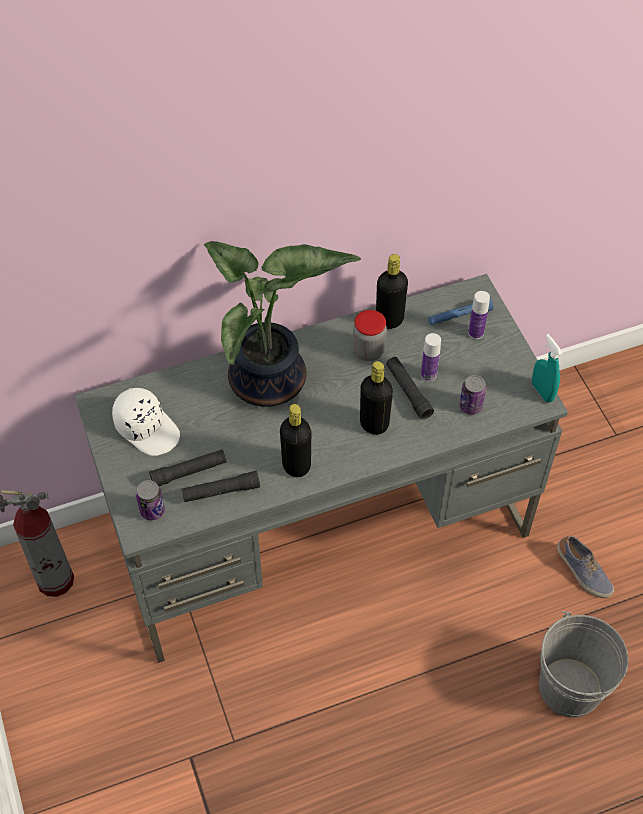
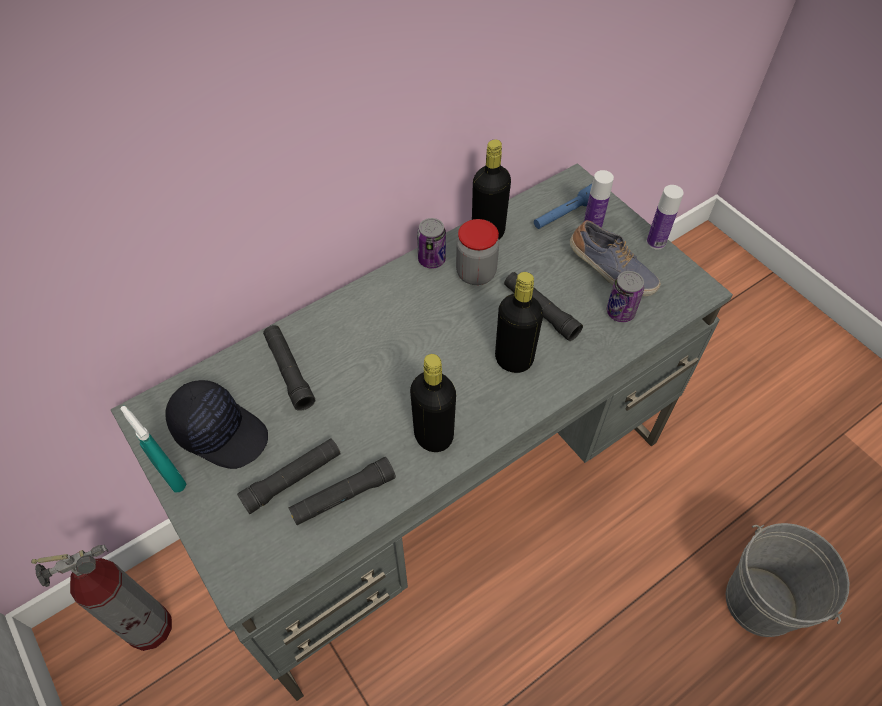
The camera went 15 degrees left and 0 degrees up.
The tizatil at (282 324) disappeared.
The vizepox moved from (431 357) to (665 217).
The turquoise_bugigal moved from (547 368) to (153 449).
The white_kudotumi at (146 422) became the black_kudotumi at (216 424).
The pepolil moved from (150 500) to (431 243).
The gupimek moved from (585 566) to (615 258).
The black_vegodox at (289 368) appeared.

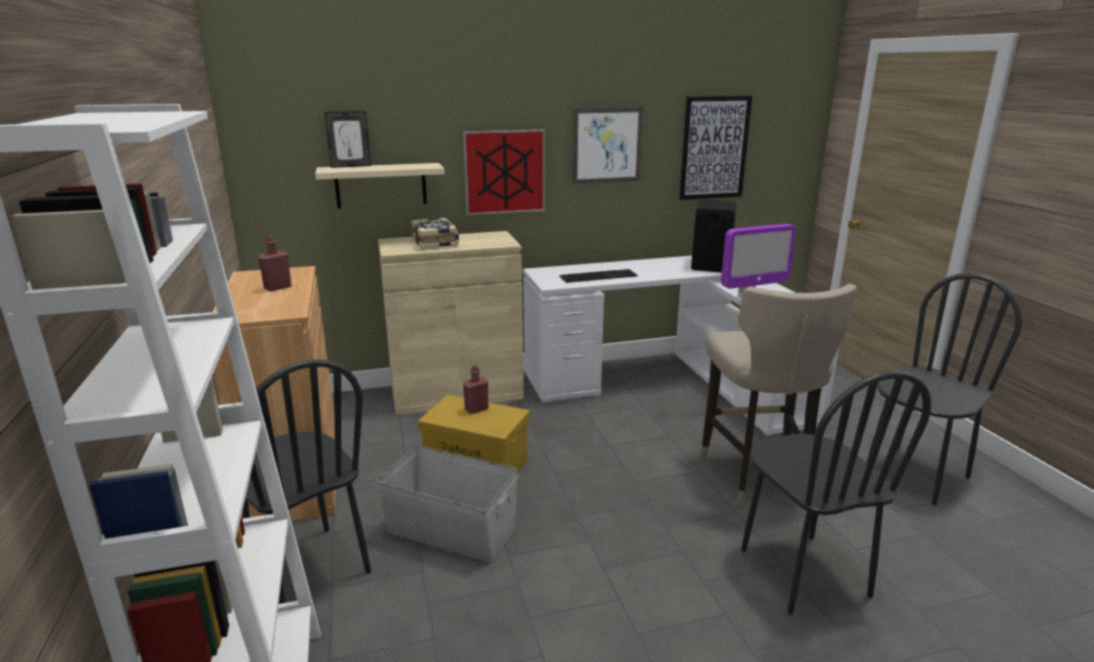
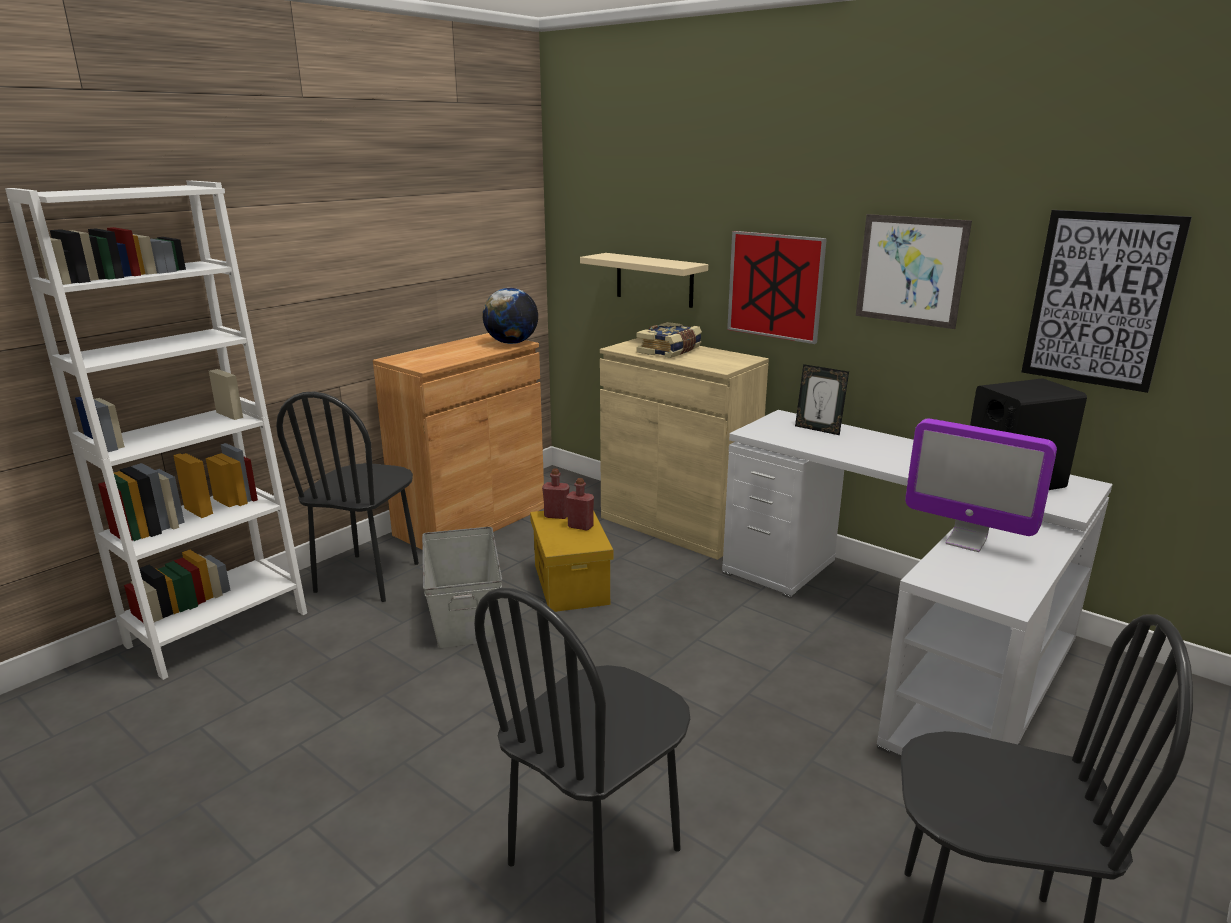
The camera went 55 degrees right and 0 degrees up.
The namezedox moved from (347 139) to (822 399).
The red_vizepox moved from (275 263) to (555 493).
The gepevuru at (598 276) disappeared.
The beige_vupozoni at (778 395) disappeared.
The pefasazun at (510 316) appeared.

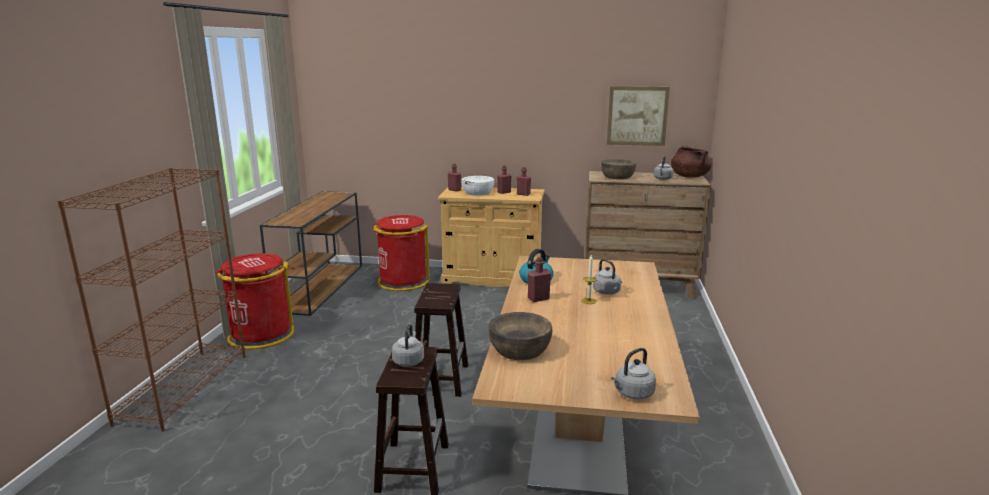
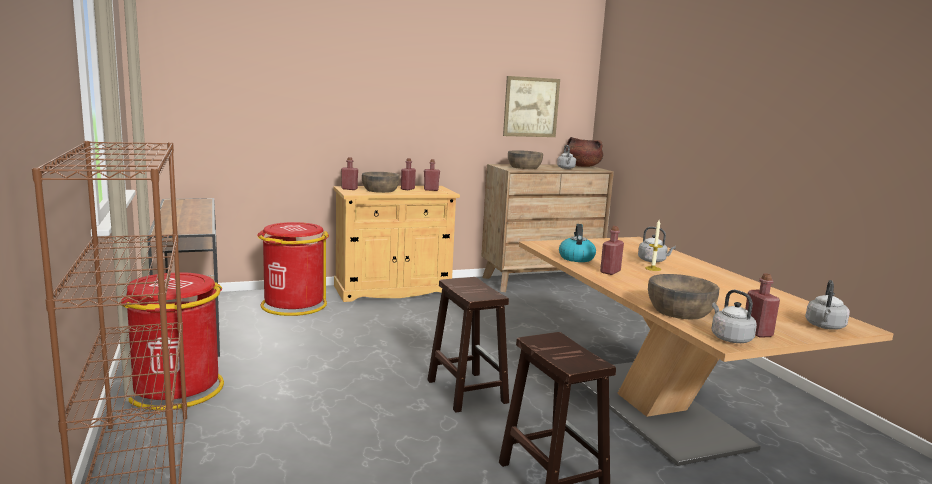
The camera went 30 degrees left and 5 degrees down.
The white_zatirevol at (477 186) became the brown_zatirevol at (381 182).
The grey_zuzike moved from (408 345) to (734 316).
The red_vizepox at (762 305) appeared.

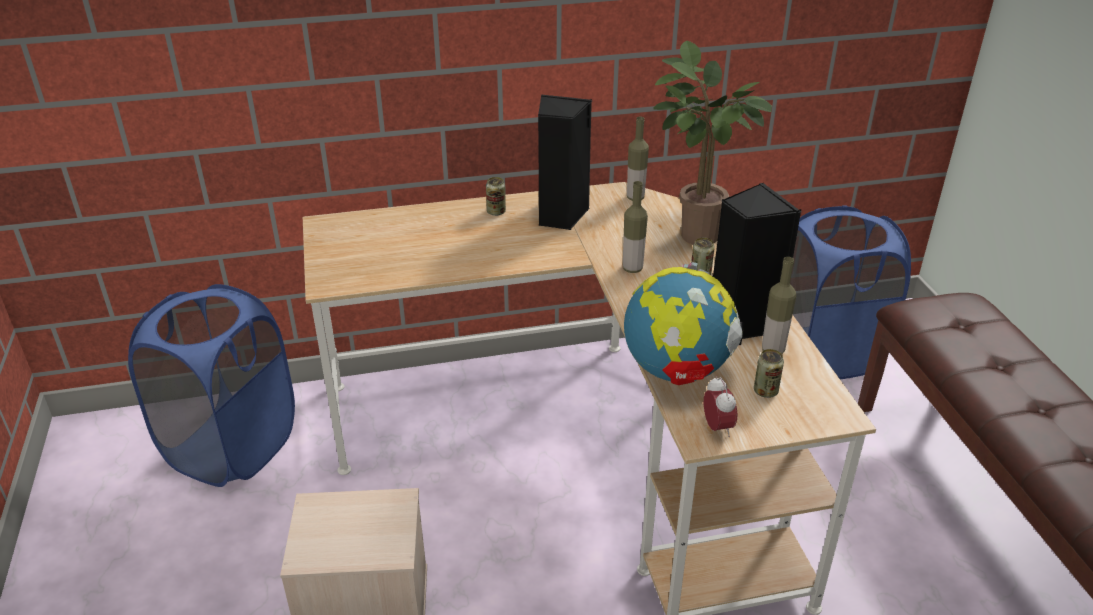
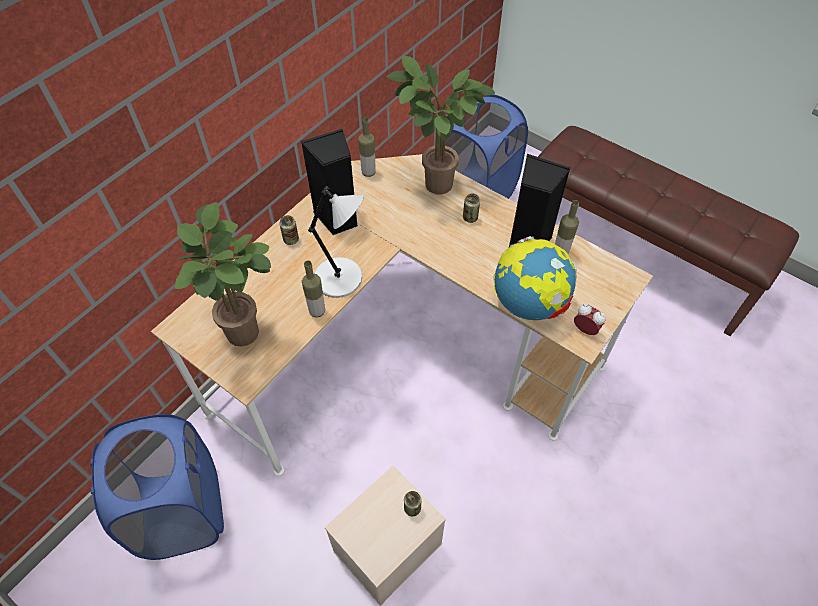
The camera went 40 degrees left and 20 degrees up.
The vizepox moved from (635 227) to (313 289).
The pepolil moved from (769 373) to (412 503).
The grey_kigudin at (336 242) appeared.
The tizatil at (223 274) appeared.

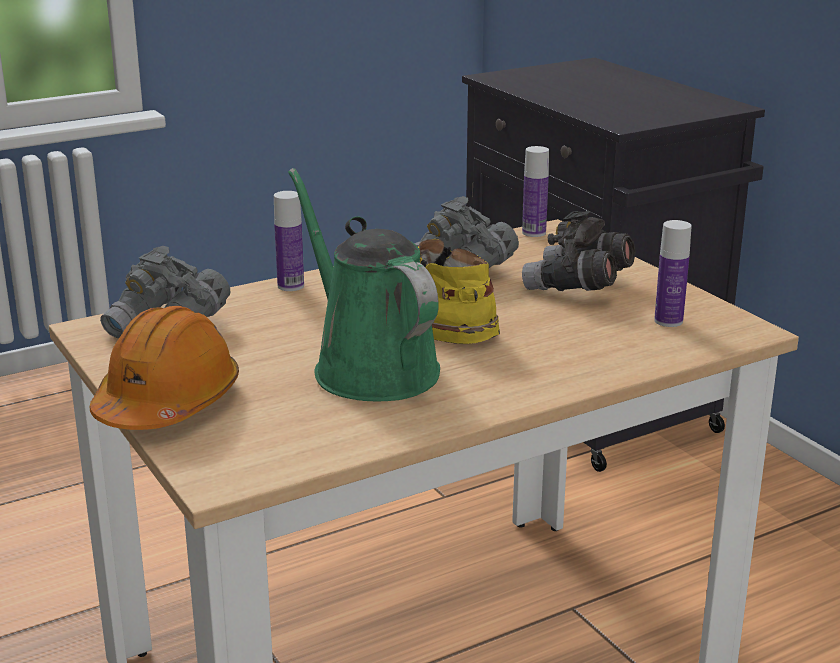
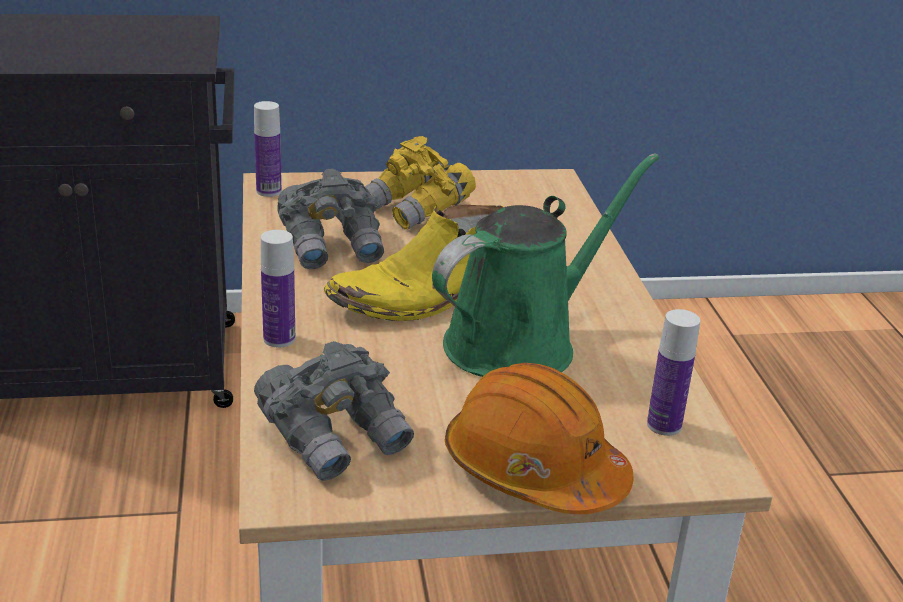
The camera went 70 degrees left and 5 degrees up.
The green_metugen at (364 284) turned 150 degrees clockwise.
The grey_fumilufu at (579 251) became the yellow_fumilufu at (420 183).
The vizepox moved from (673 273) to (673 372).

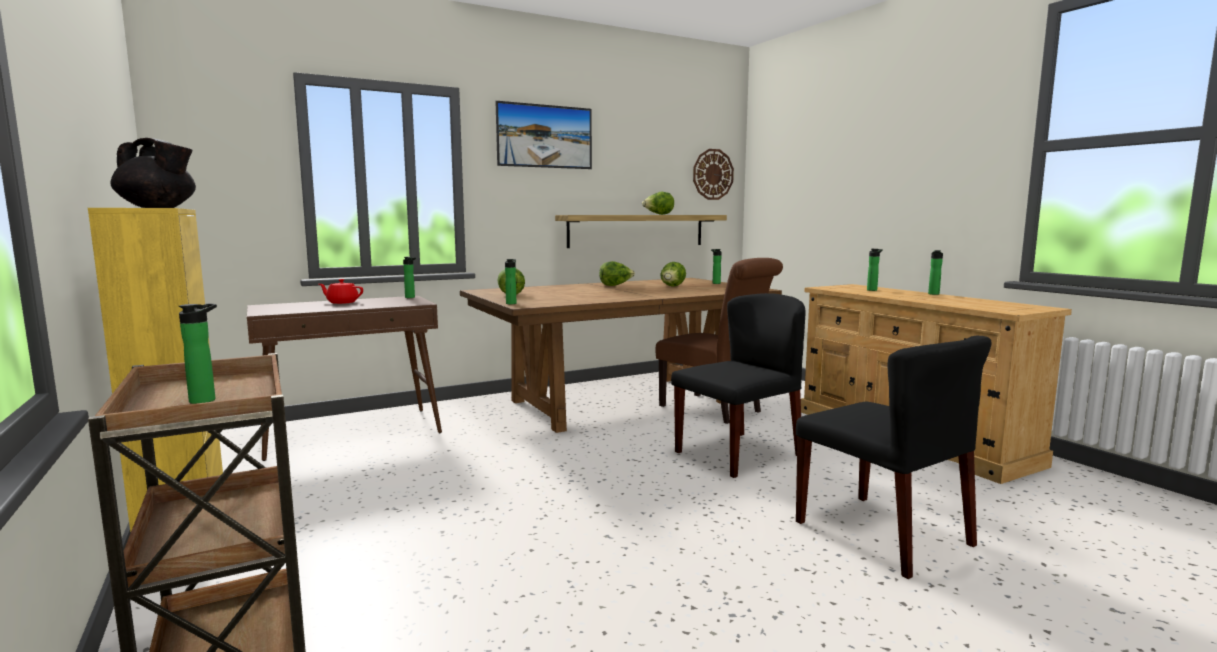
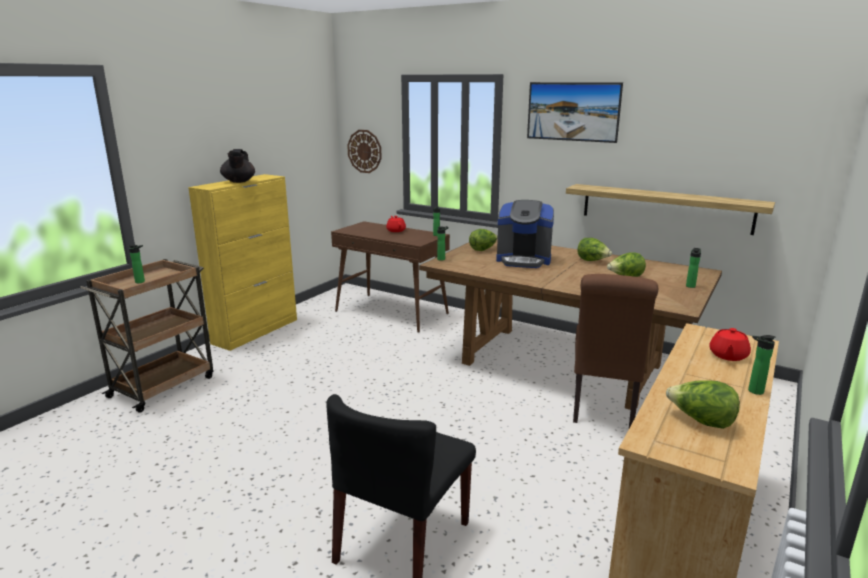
The camera went 60 degrees right and 10 degrees up.
The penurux moved from (713 174) to (364 151).
The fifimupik moved from (658 203) to (703 404).
The vizepox at (875 270) was replaced by the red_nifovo at (730 344).
The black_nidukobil at (738 385) disappeared.
The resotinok at (525 234) appeared.

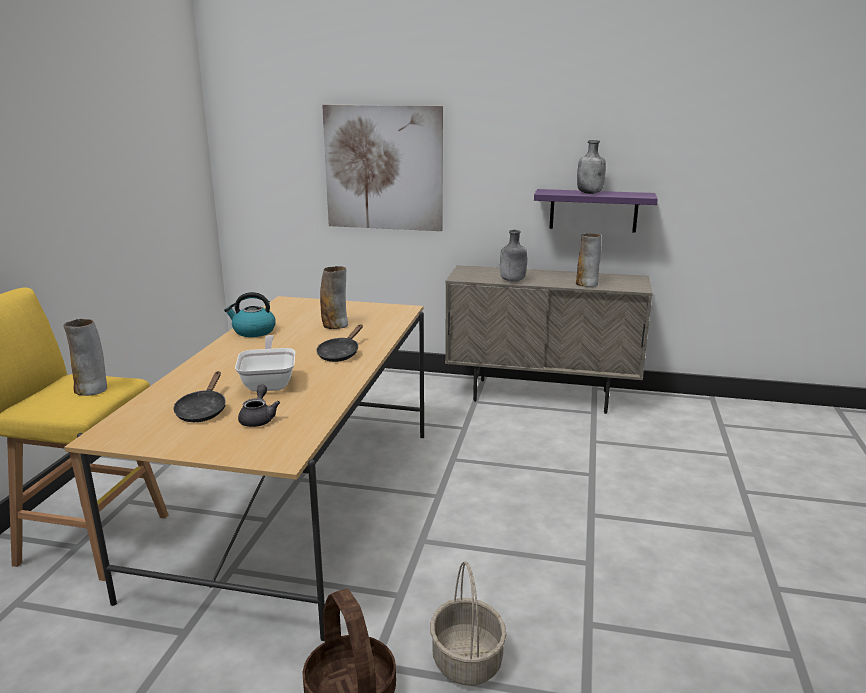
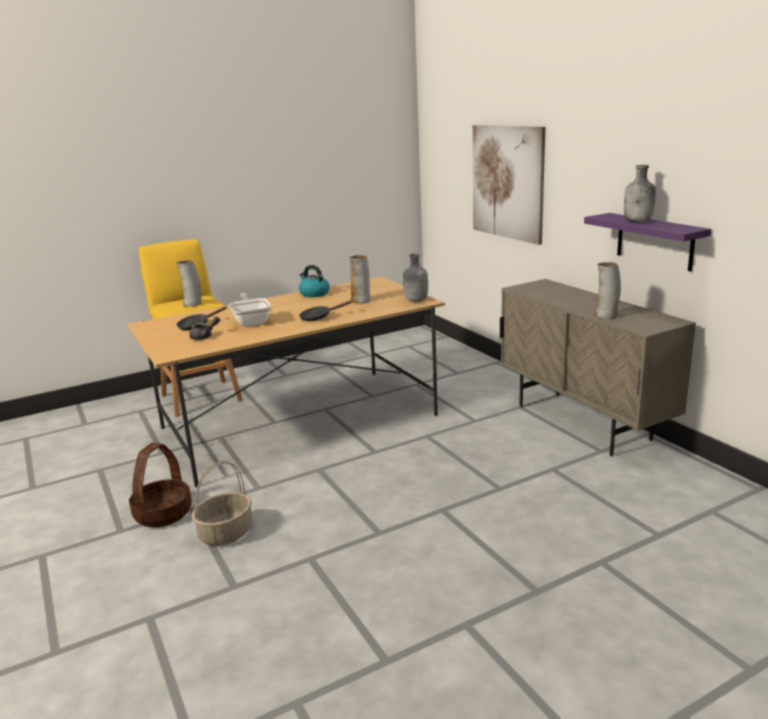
The camera went 50 degrees right and 0 degrees up.
The grey_vizepox moved from (513 256) to (415 278).
The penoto at (265 363) turned 60 degrees counterclockwise.

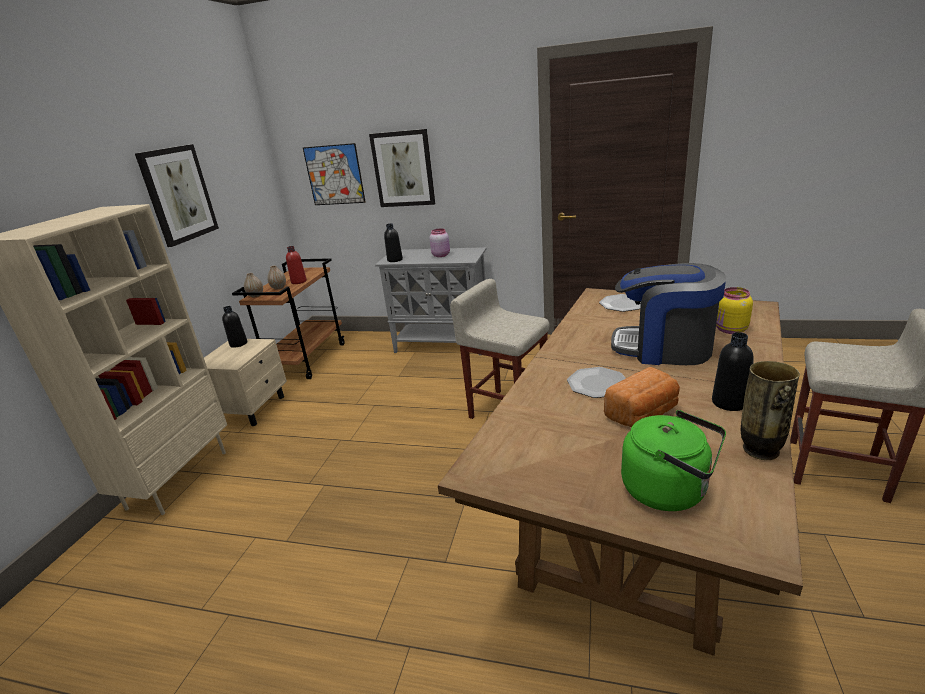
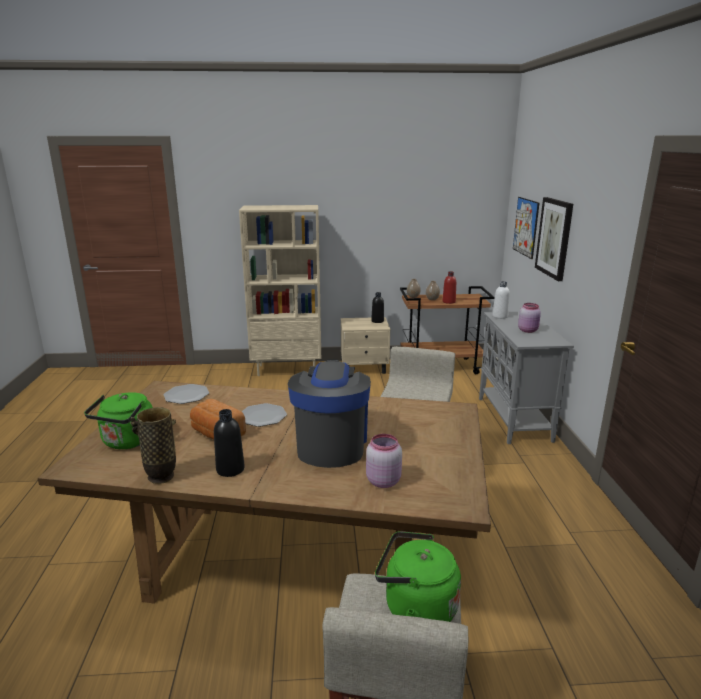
The camera went 70 degrees right and 5 degrees down.
The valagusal at (177 195) disappeared.
The black_vizepox at (393 242) became the white_vizepox at (501 300).
The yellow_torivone at (734 310) became the pink_torivone at (384 461).
The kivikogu moved from (620 303) to (186 394).
The green_zuzike at (418 576) appeared.

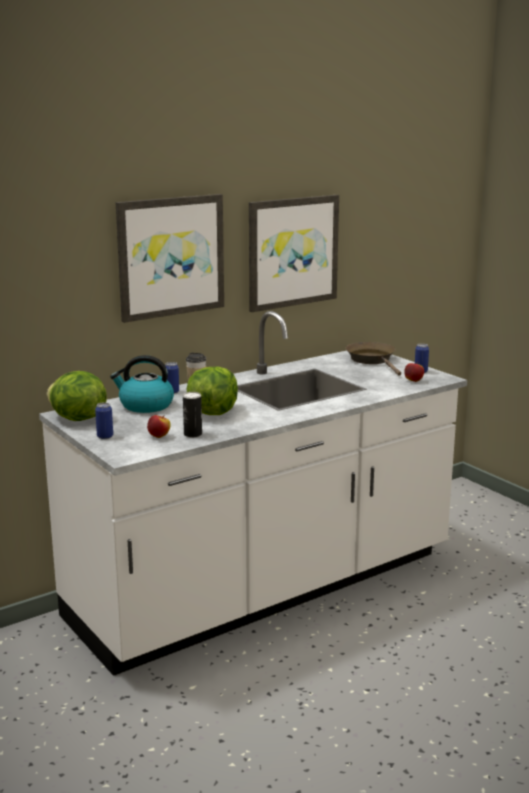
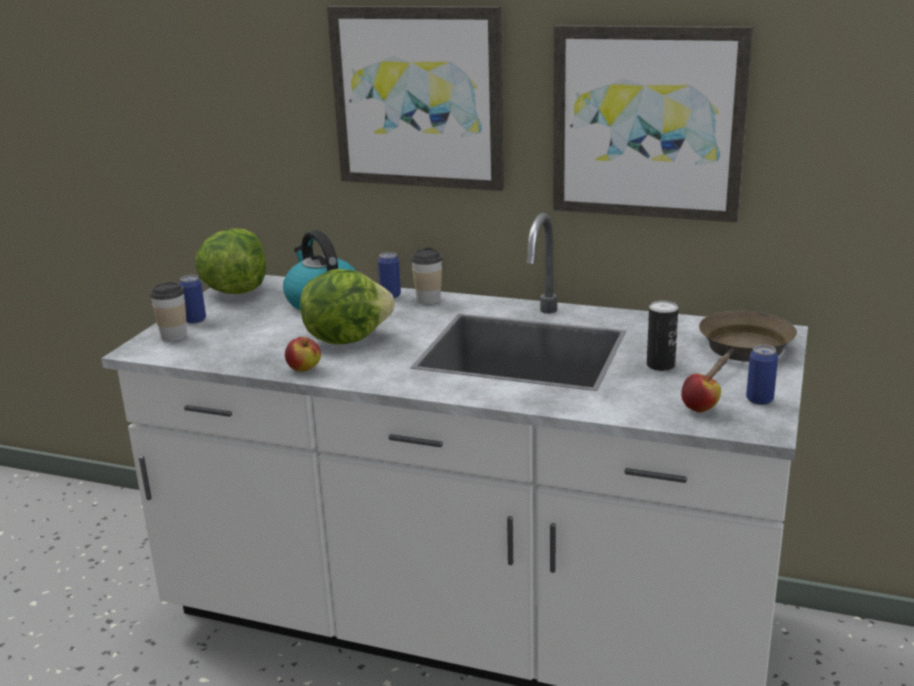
The camera went 55 degrees right and 5 degrees up.
The pepolil moved from (192 414) to (662 335).
The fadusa moved from (159 426) to (303 354).
The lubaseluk at (168 311) appeared.

